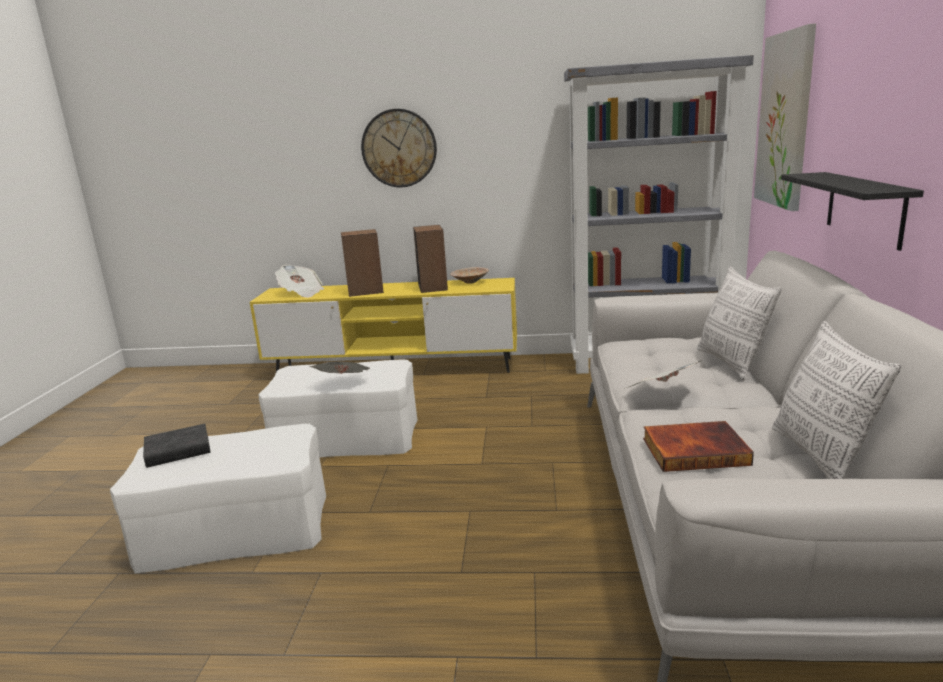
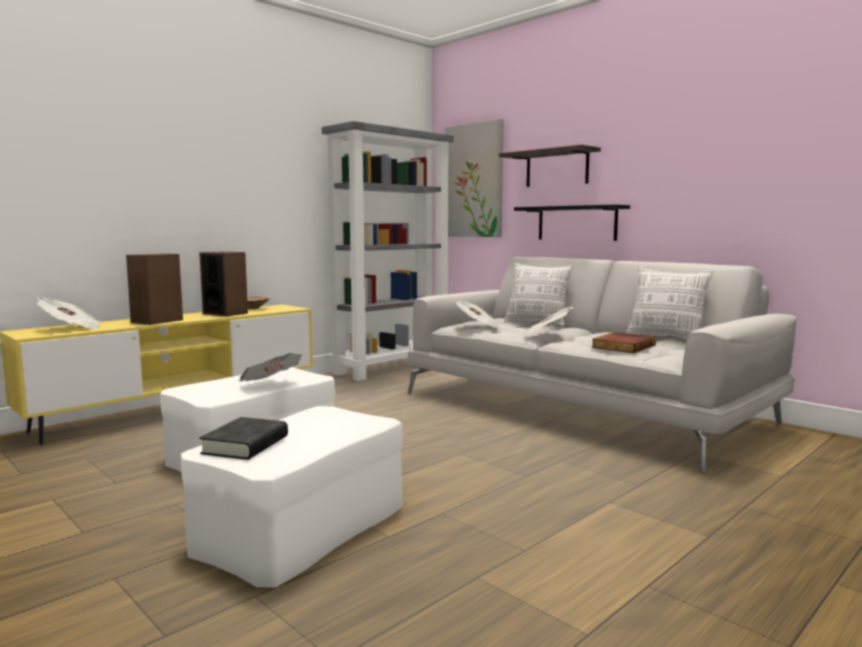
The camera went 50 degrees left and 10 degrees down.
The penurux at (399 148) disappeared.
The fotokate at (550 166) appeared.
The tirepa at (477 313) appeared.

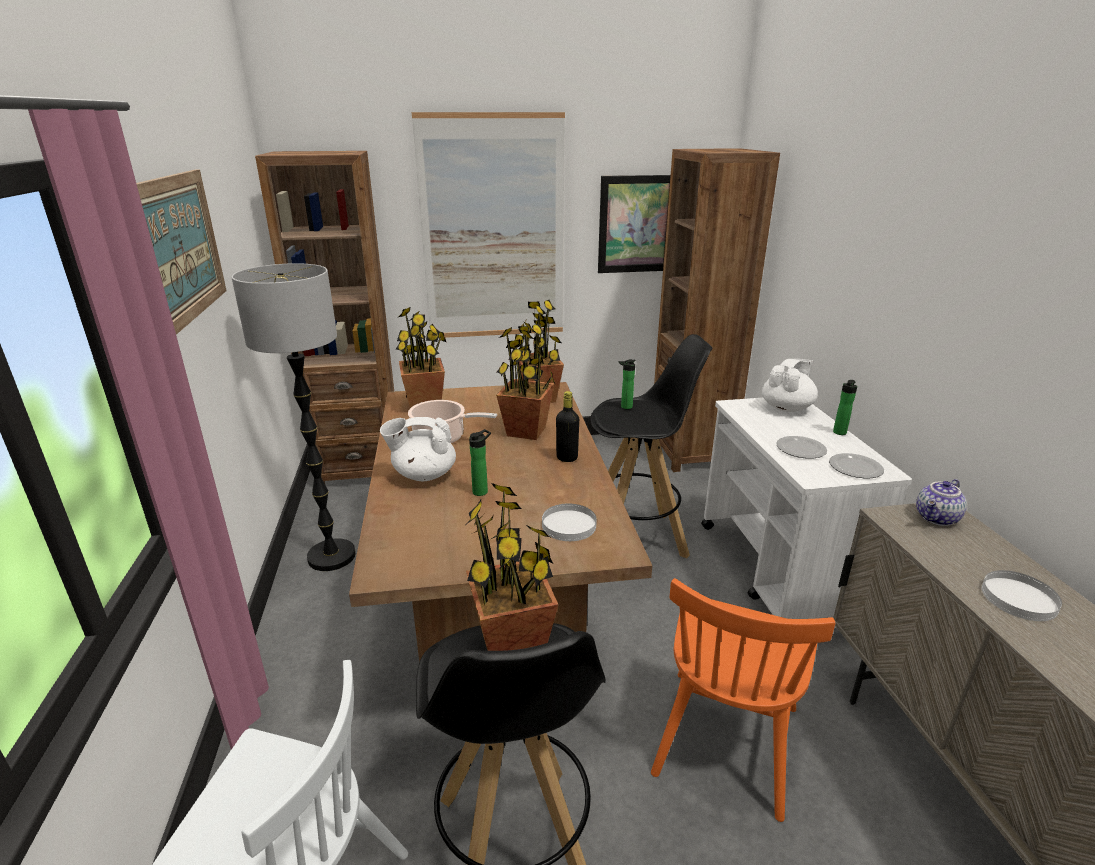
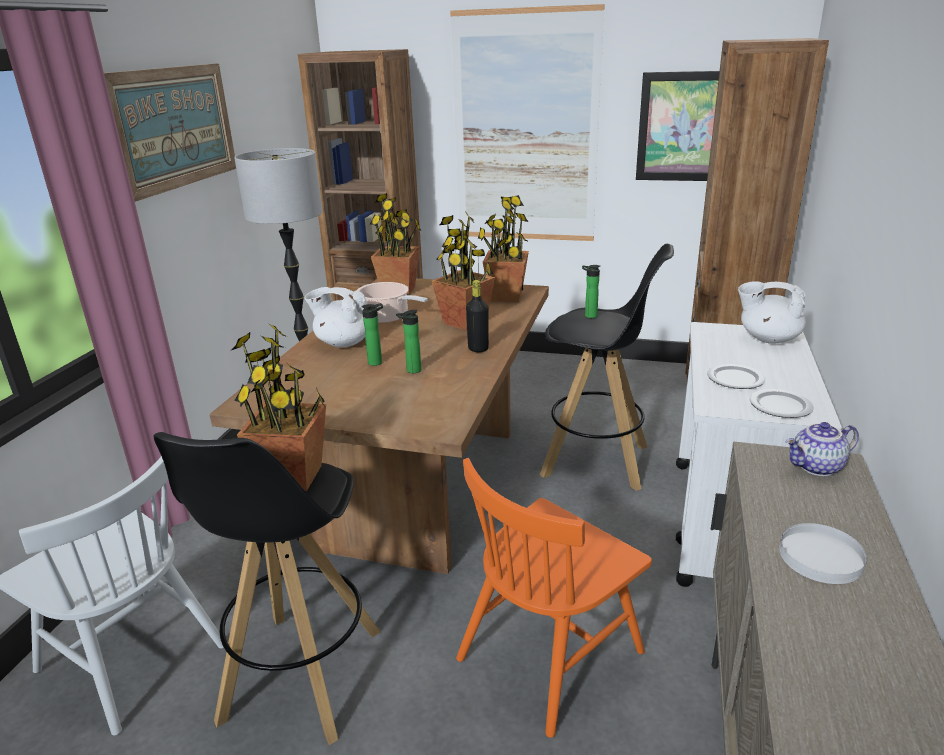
The camera went 25 degrees right and 0 degrees up.
The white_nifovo at (790 385) turned 135 degrees counterclockwise.
The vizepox moved from (845 407) to (408 341).
The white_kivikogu at (569 522) disappeared.

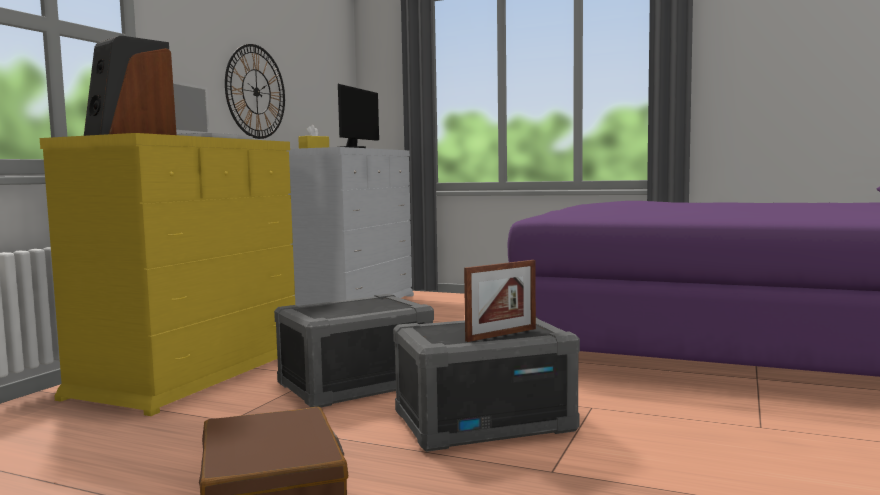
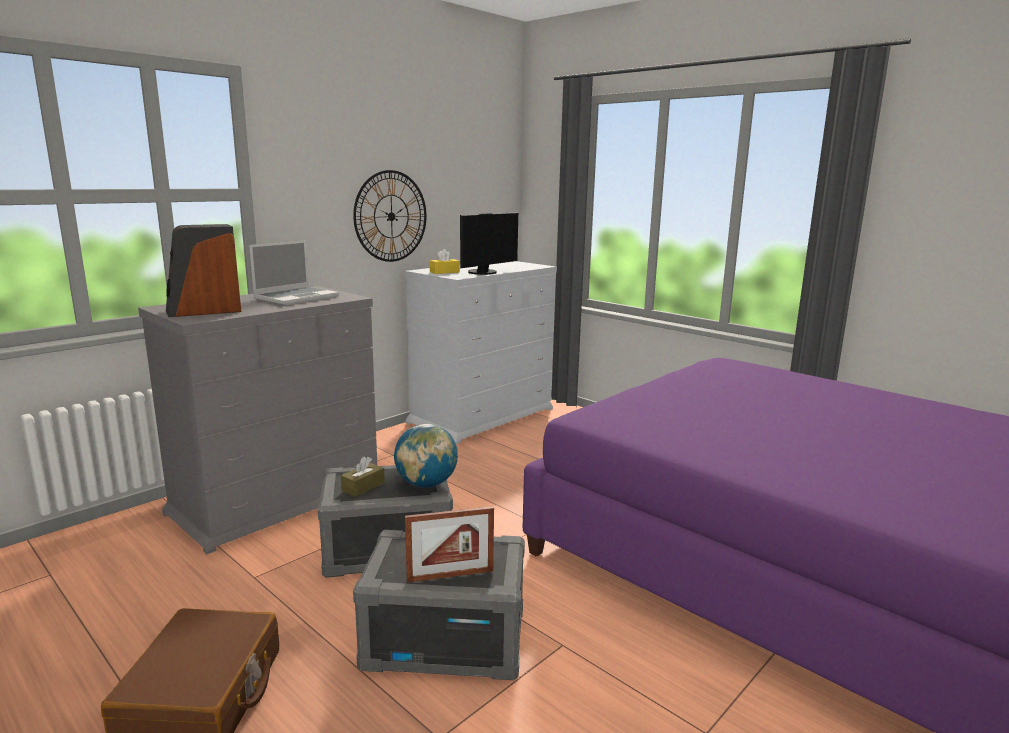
The camera went 20 degrees right and 10 degrees up.
The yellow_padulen at (167 274) became the grey_padulen at (257 420).
The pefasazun at (426 455) appeared.
The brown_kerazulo at (363 477) appeared.

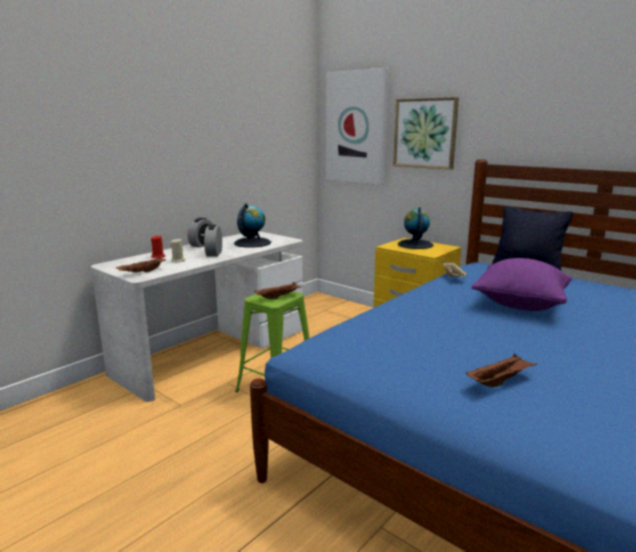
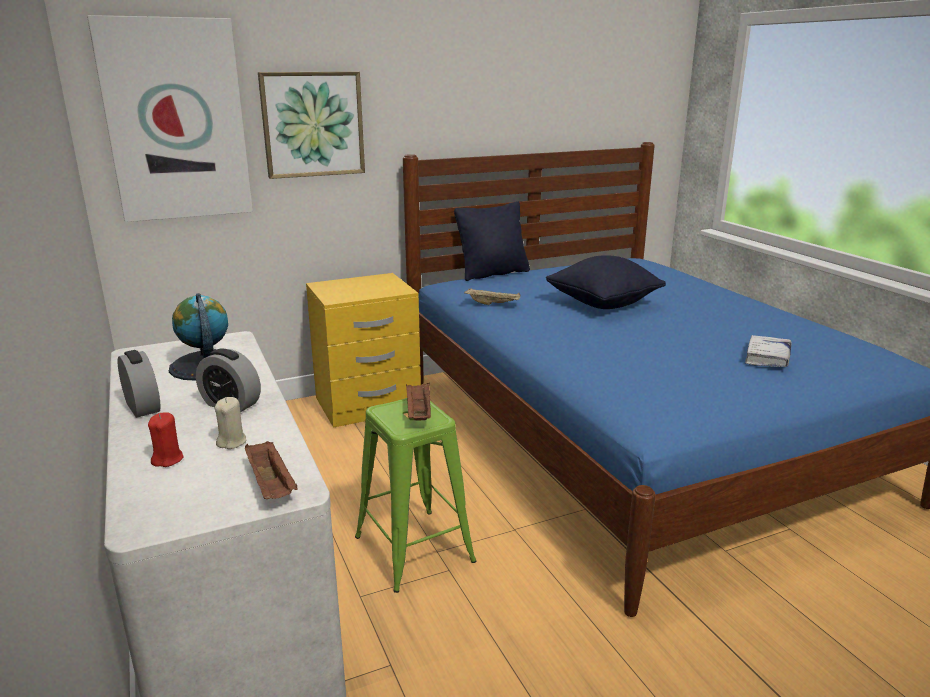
The camera went 65 degrees left and 5 degrees up.
The pefasazun at (416 228) disappeared.
The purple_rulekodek at (521 284) became the black_rulekodek at (606 282).
The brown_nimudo at (501 370) was replaced by the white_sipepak at (768 351).

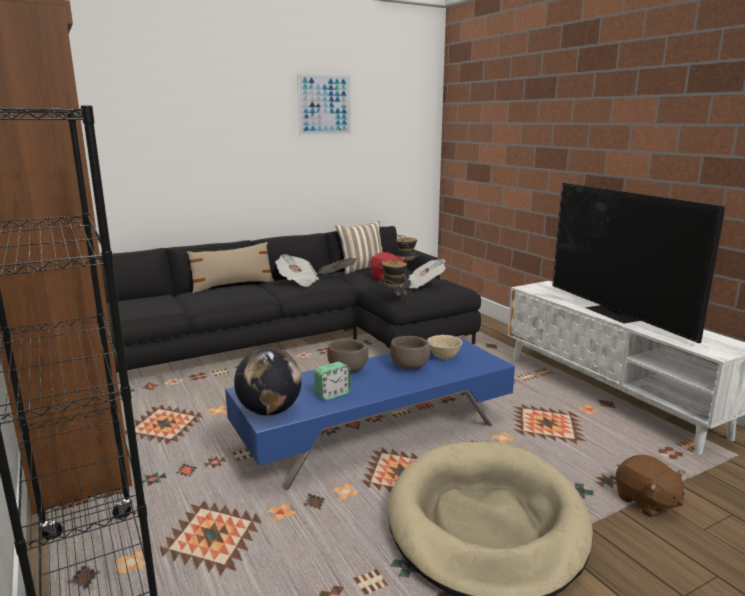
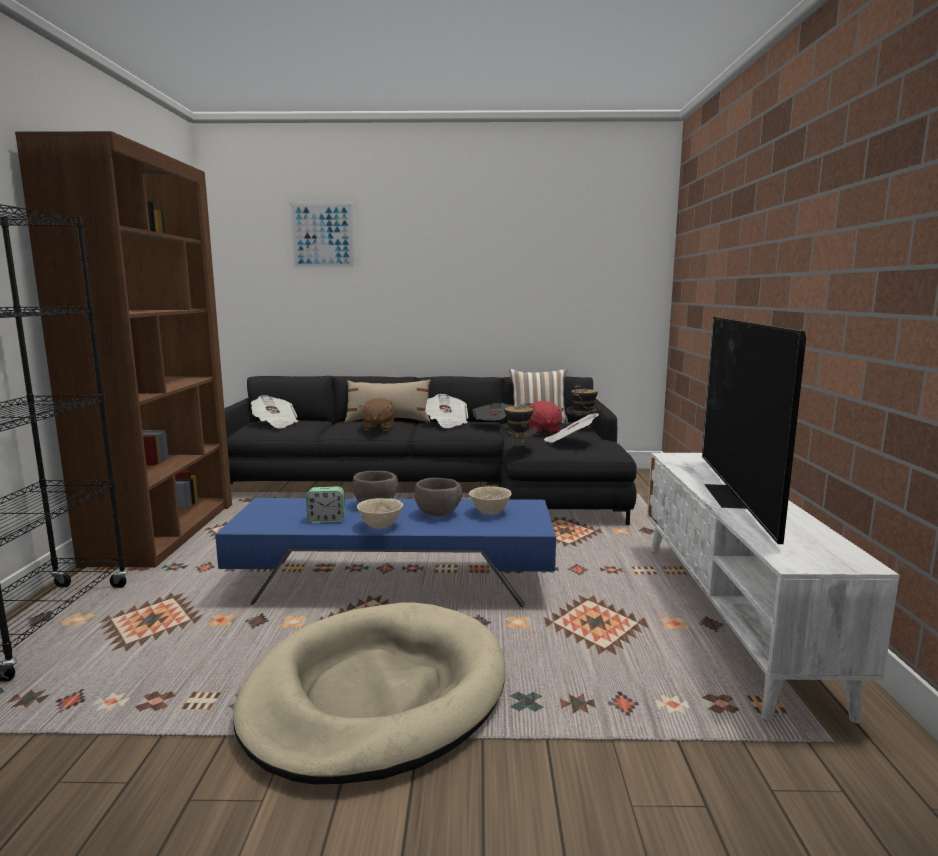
The camera went 30 degrees right and 5 degrees down.
The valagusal moved from (324 104) to (322 235).
The pefasazun at (268 381) disappeared.
The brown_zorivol moved from (650 486) to (377 414).
The tirepa at (274 412) appeared.
The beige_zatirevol at (380 513) appeared.

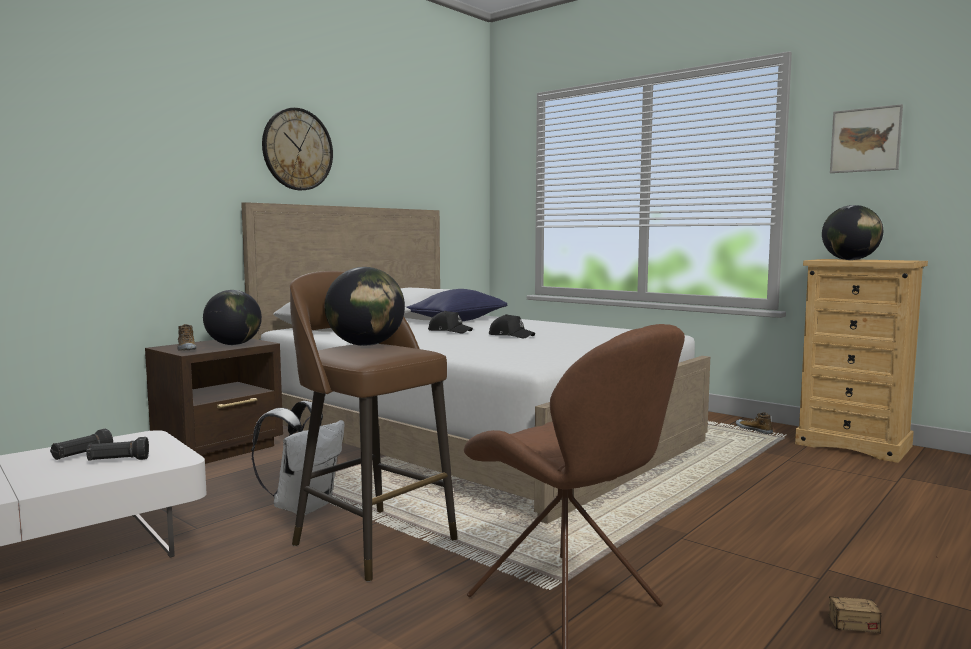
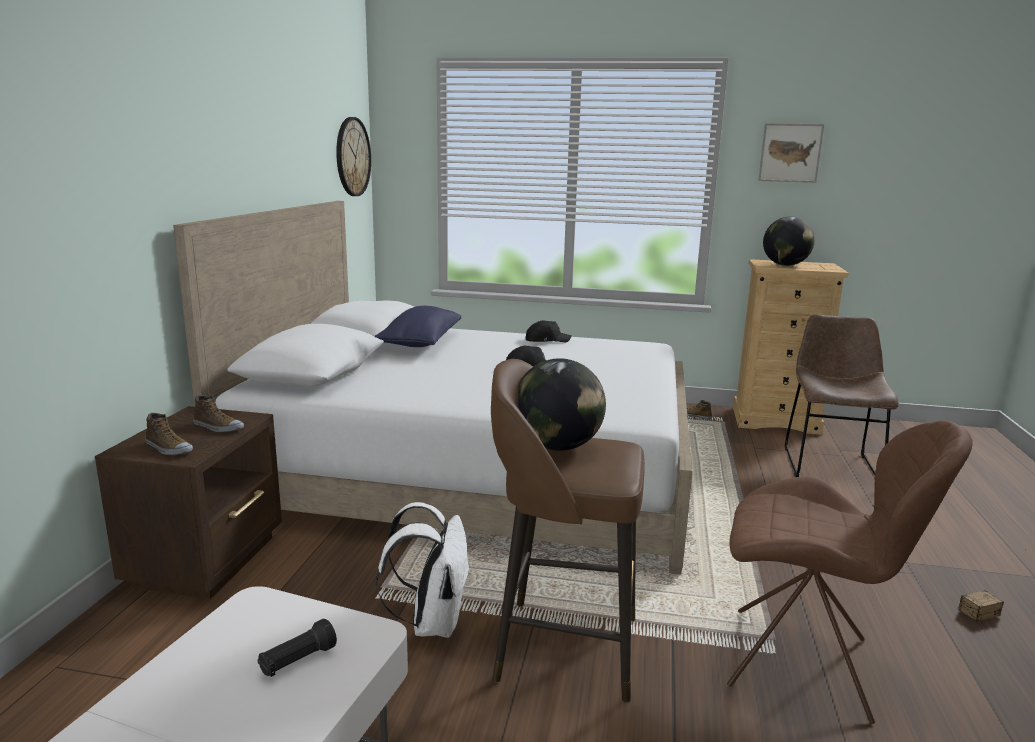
The camera went 30 degrees left and 10 degrees up.
The penurux moved from (297 149) to (353 156).
The pefasazun at (232 317) was replaced by the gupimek at (218 413).
The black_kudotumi moved from (450 322) to (549 331).
The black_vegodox at (81 444) disappeared.
The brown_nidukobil at (841 395) appeared.

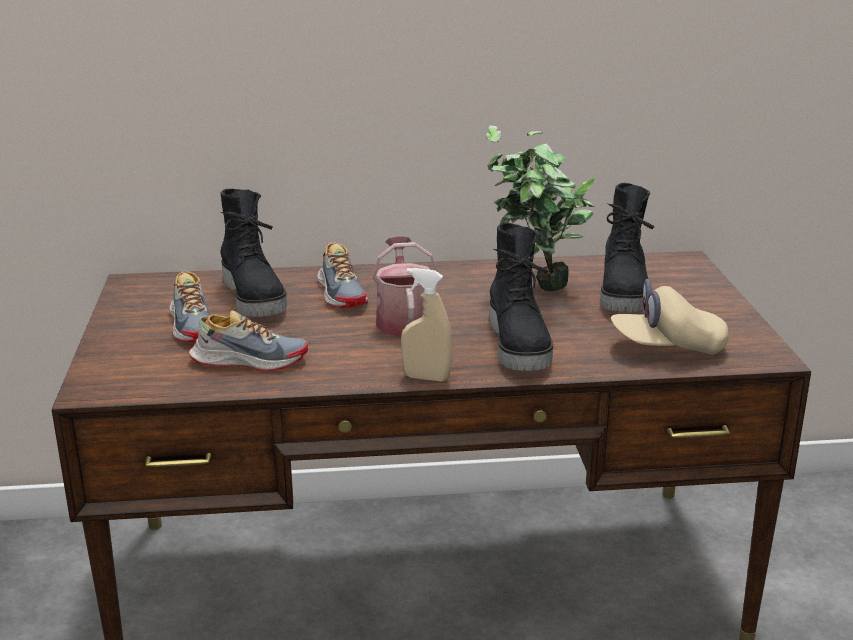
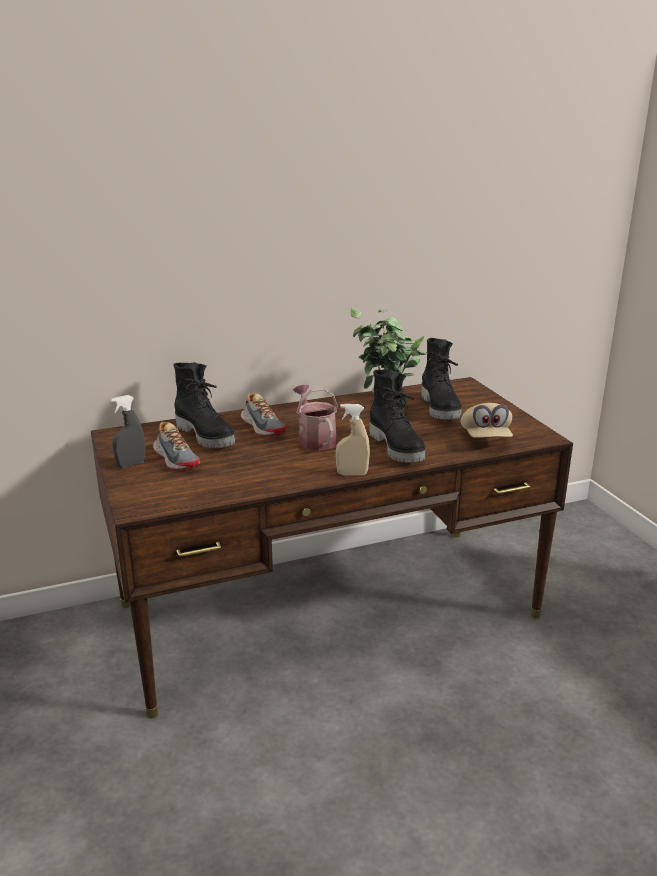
The camera went 15 degrees left and 0 degrees up.
The beige_kudotumi at (670 317) turned 75 degrees counterclockwise.
The gupimek at (248 341) disappeared.
The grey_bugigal at (128 431) appeared.

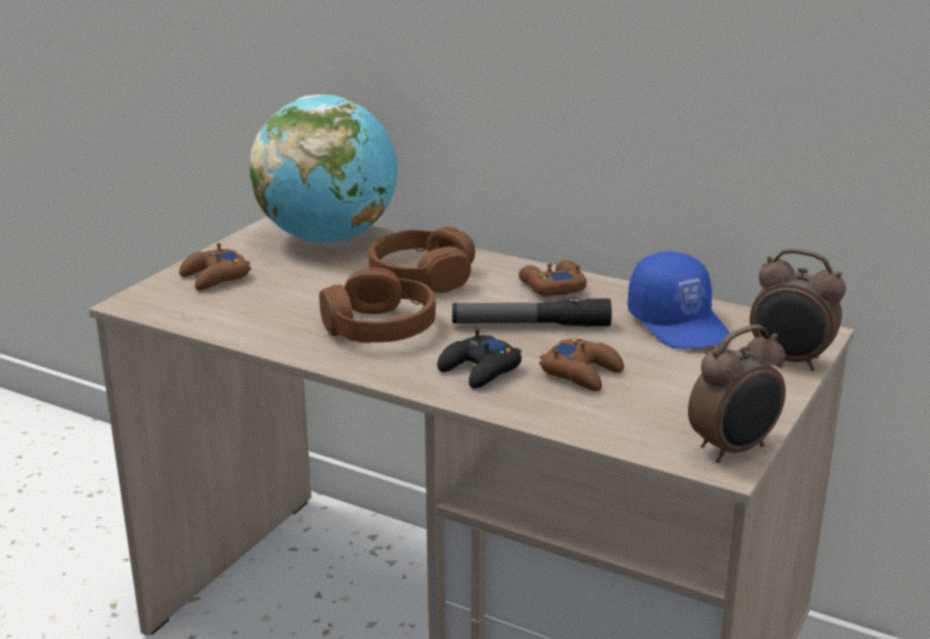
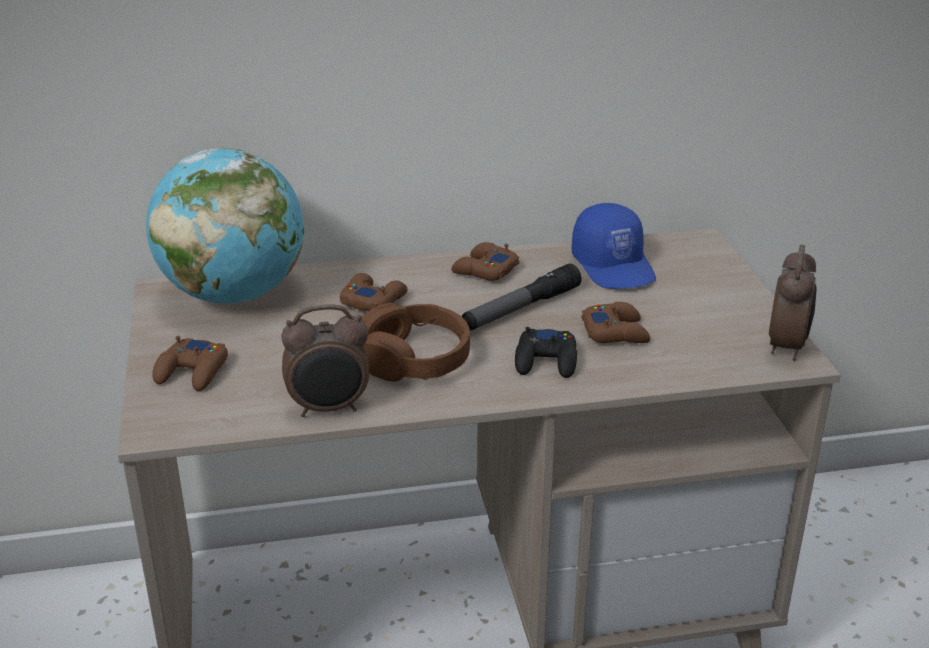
The camera went 40 degrees left and 5 degrees up.
The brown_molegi at (422 260) was replaced by the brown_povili at (373 292).
The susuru moved from (798 310) to (325 360).
The blue_kudotumi at (678 300) turned 45 degrees clockwise.

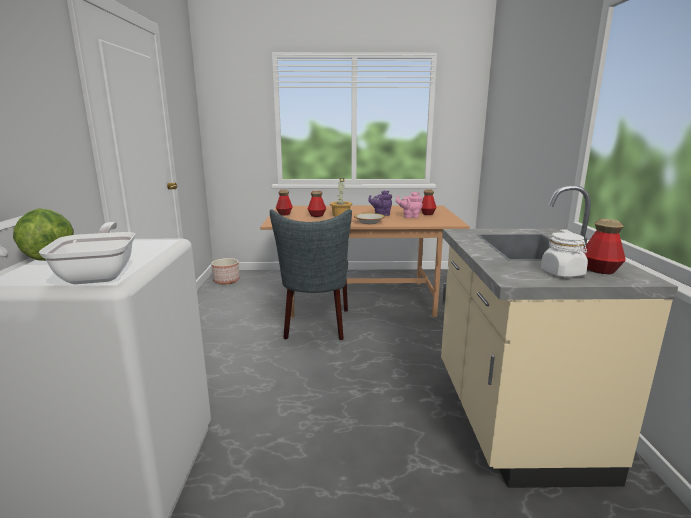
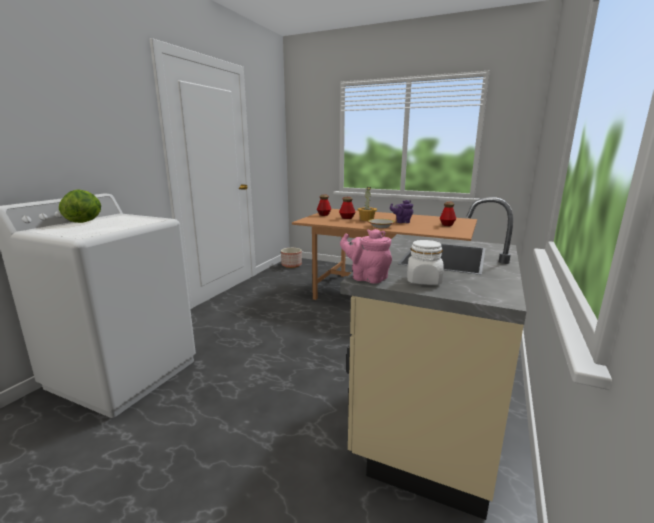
The camera went 25 degrees right and 0 degrees up.
The pink_nifovo moved from (409 205) to (366 256).
The grey_nidukobil at (311 274) disappeared.
The vizepox at (604 246) disappeared.
The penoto at (87 253) disappeared.

